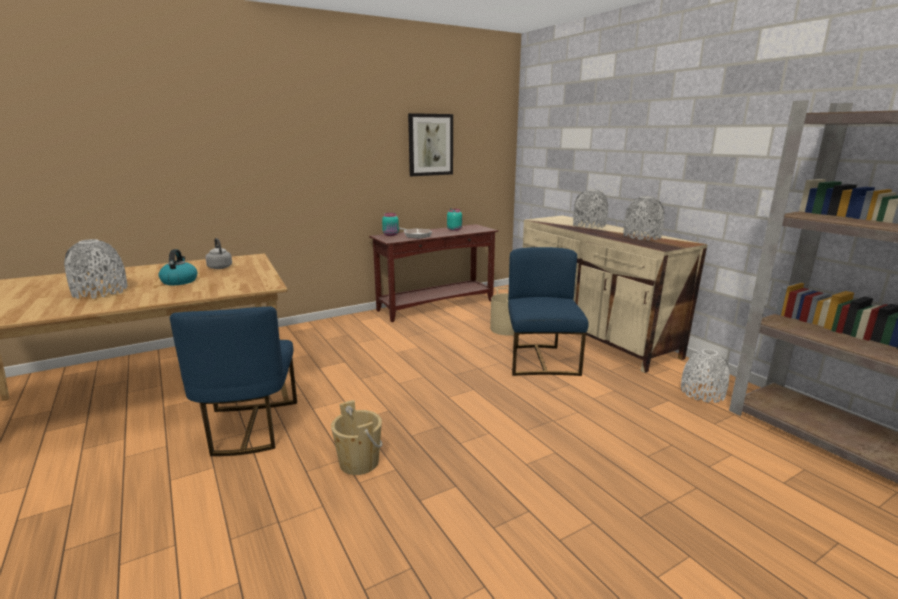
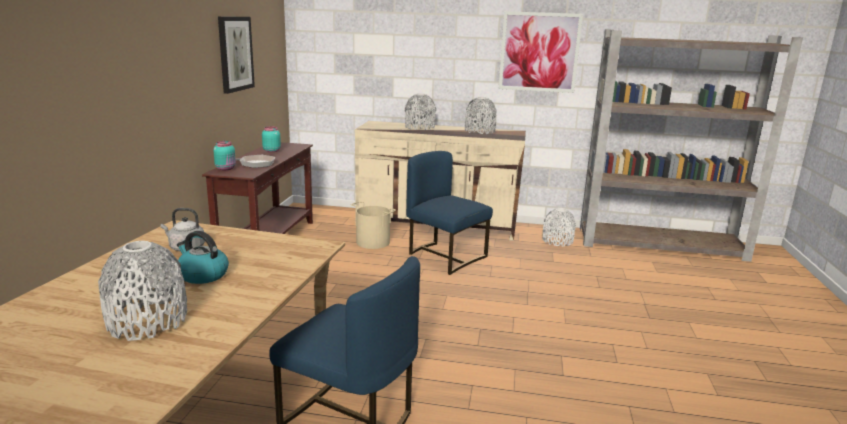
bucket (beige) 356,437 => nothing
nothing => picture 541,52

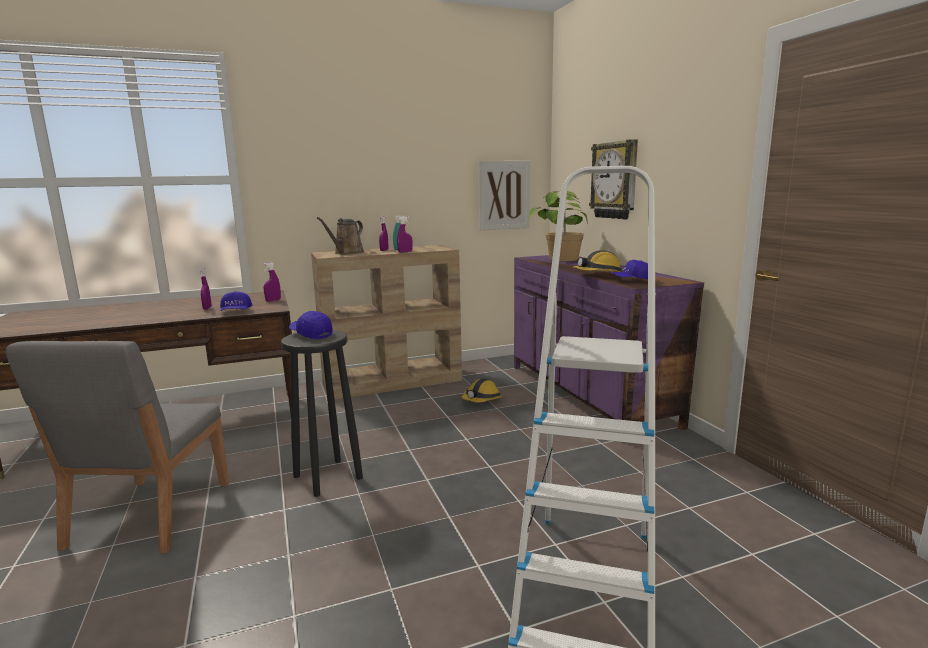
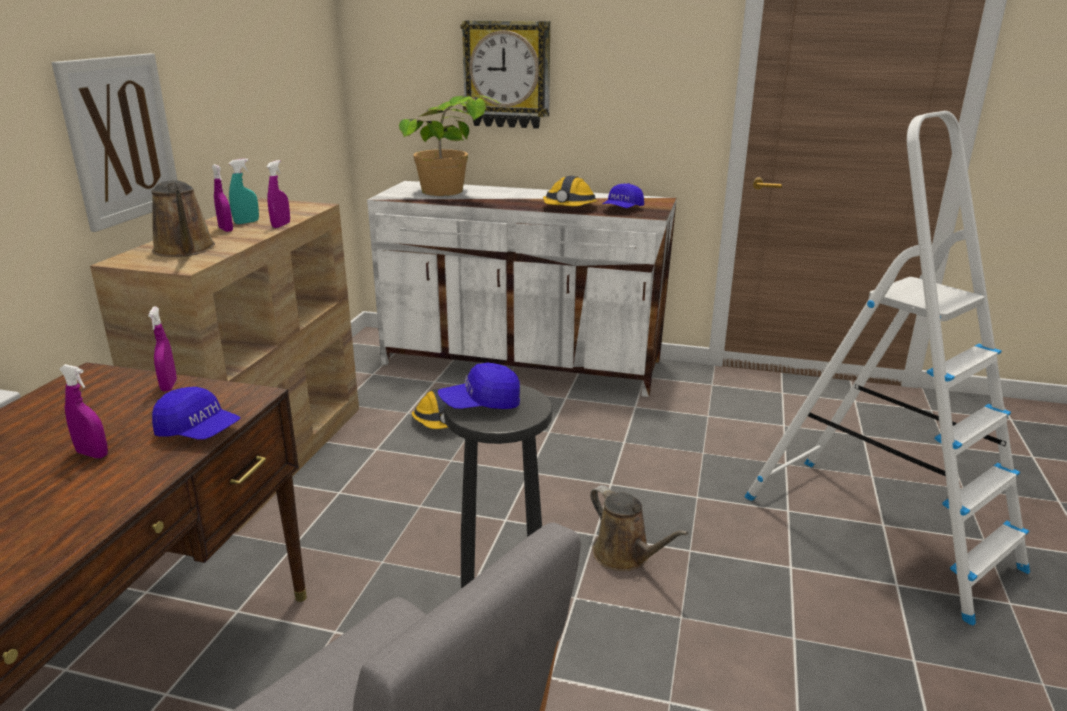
nothing => watering can (brown) 639,528
picture 504,195 => picture 114,142, relocated
cabinet (purple) 609,349 => cabinet (white) 521,289

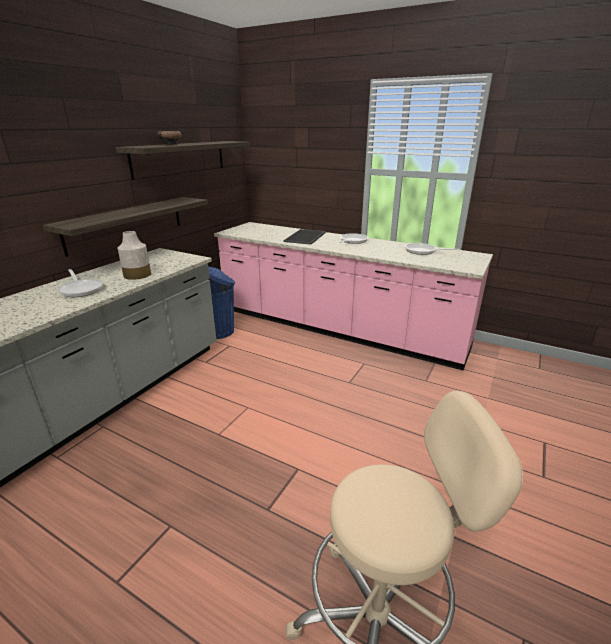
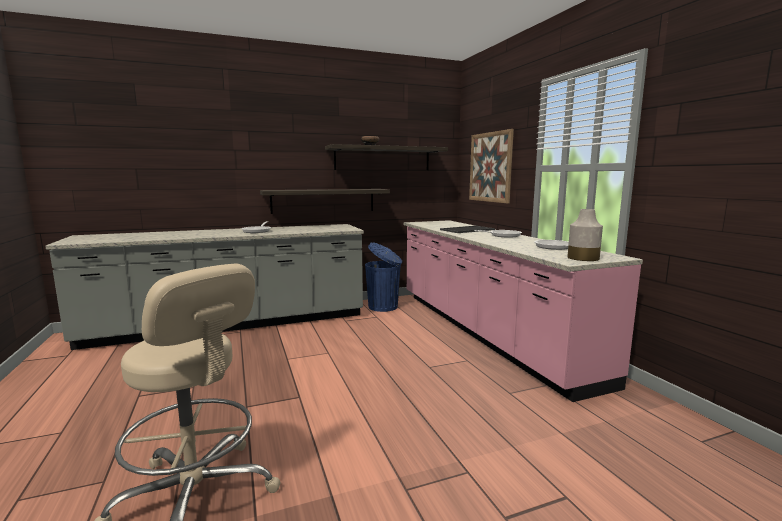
nothing => picture 491,166
vase (beige) 134,255 => vase (beige) 585,235, relocated

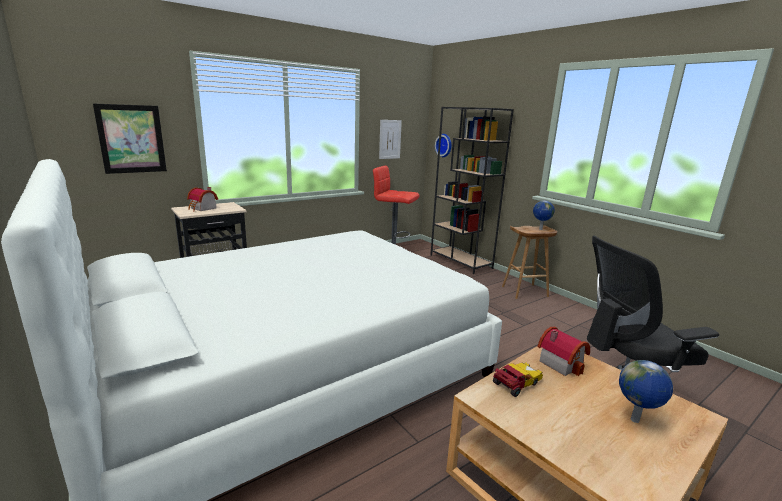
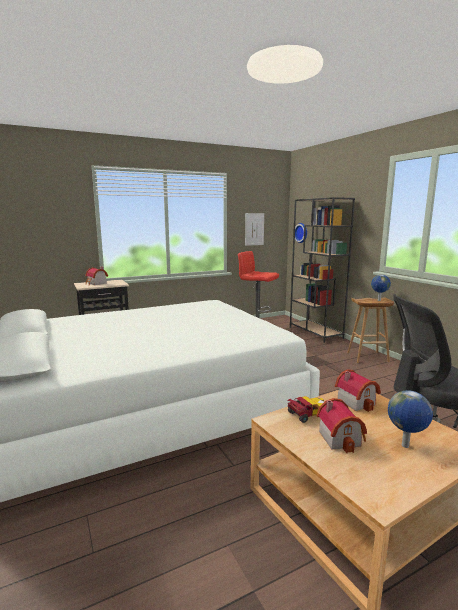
picture 130,138 => nothing
nothing => toy house 341,425

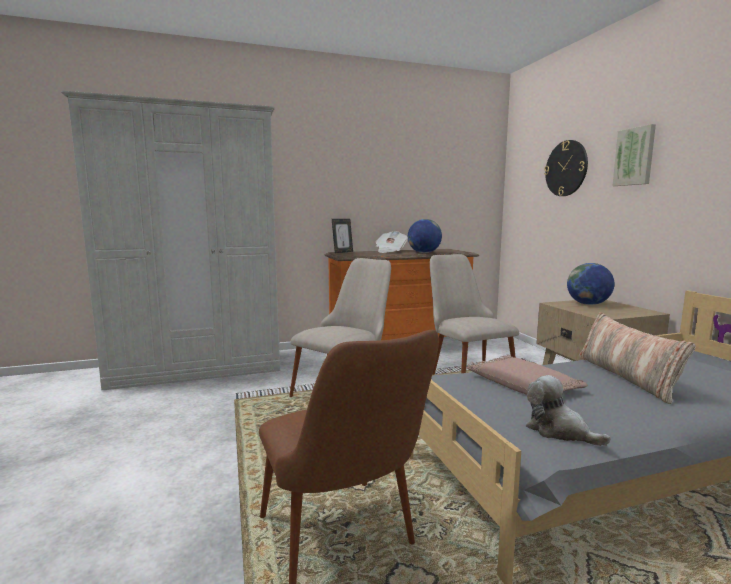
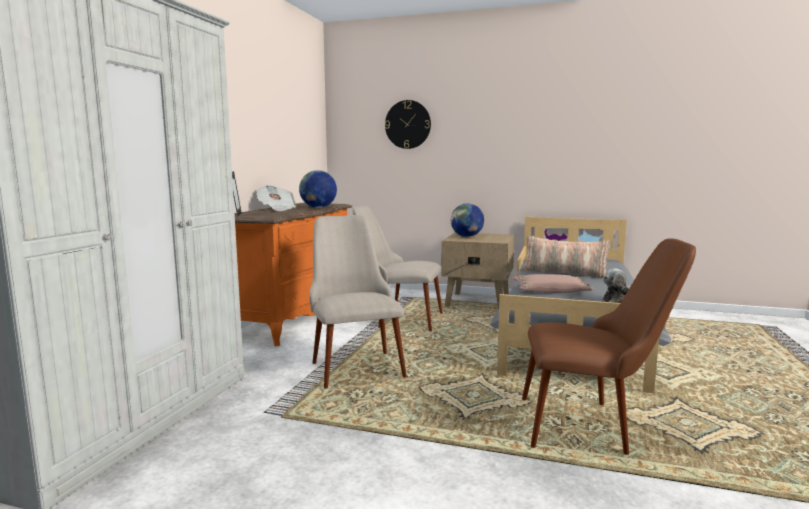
picture 634,155 => nothing

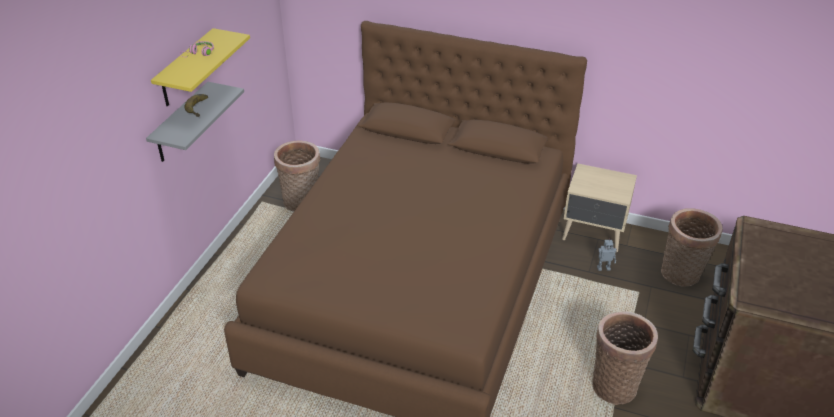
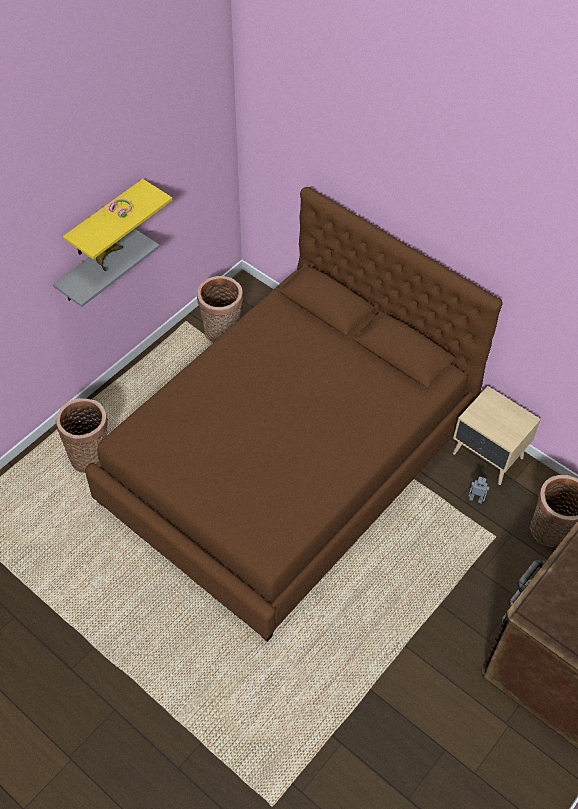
basket 625,358 => basket 82,435, relocated

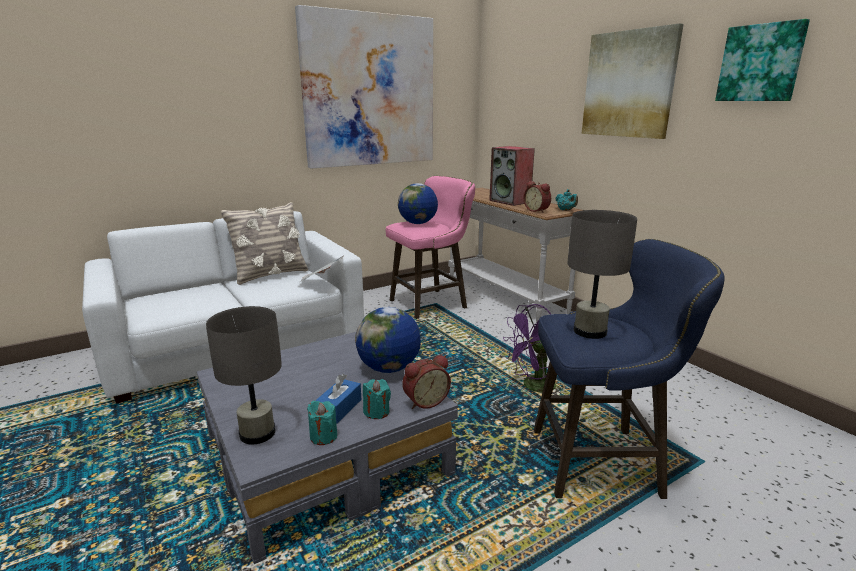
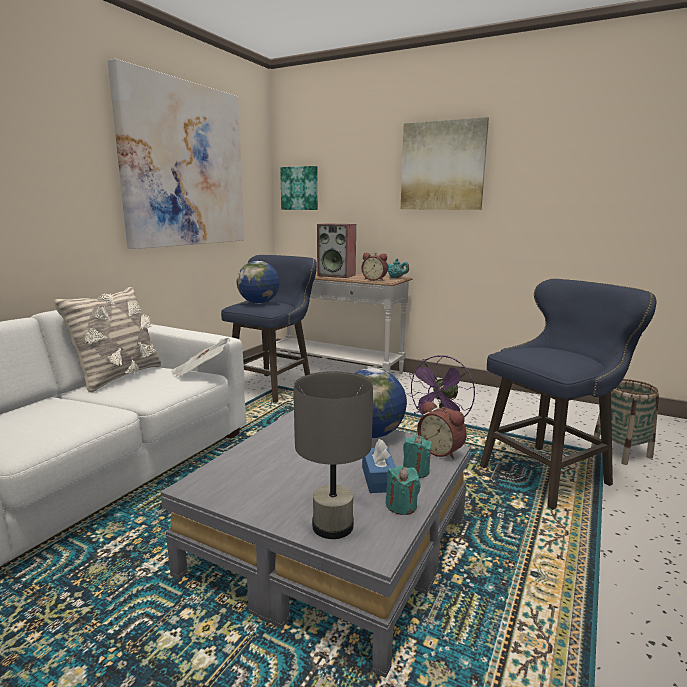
table lamp (grey) 602,274 => nothing
nothing => basket 625,422
picture 762,60 => picture 299,188, relocated
stool (pink) 430,247 => stool (blue) 269,329
alarm clock 426,382 => alarm clock 442,430, 105 degrees clockwise

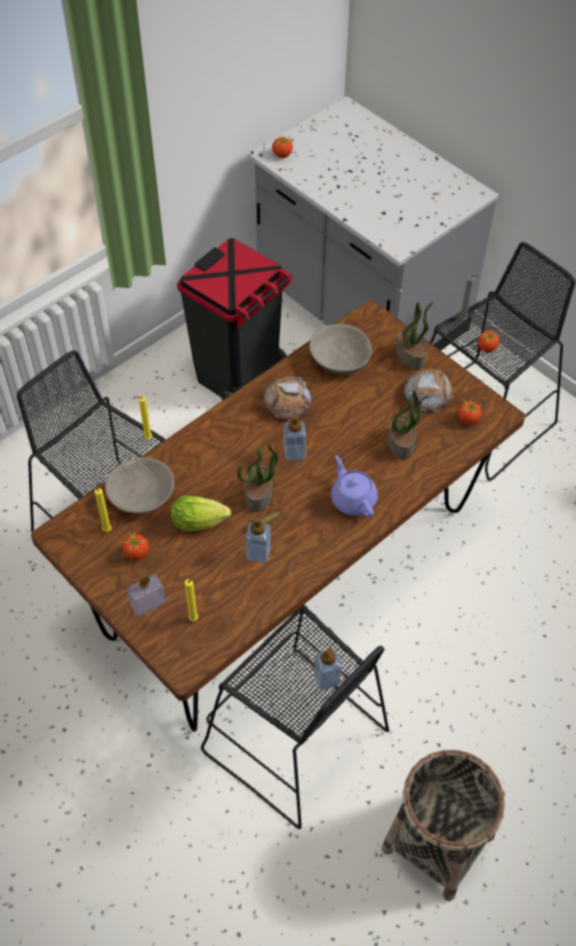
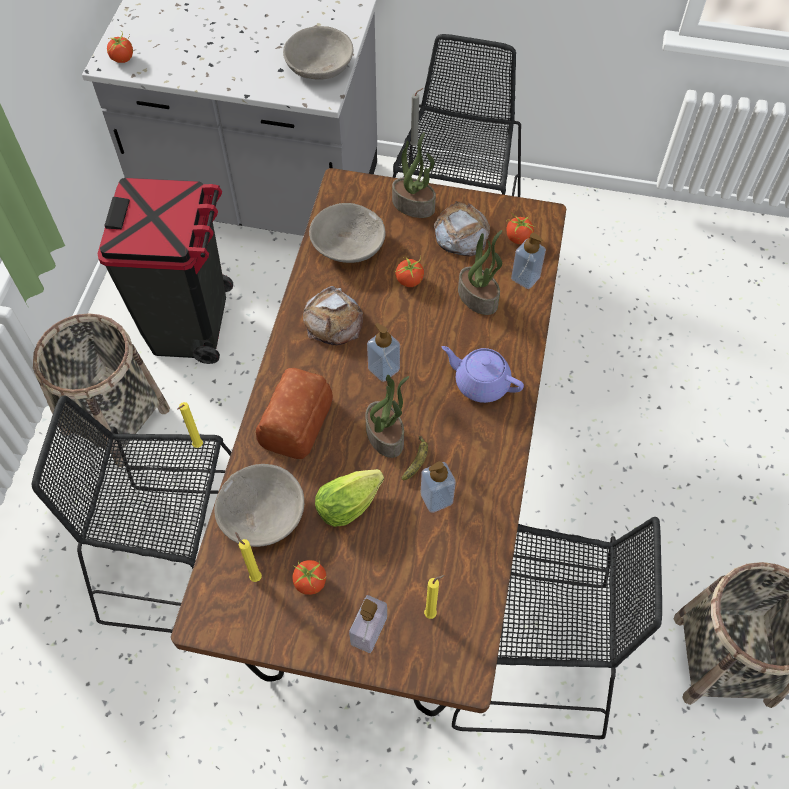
nothing => basket 101,390
nothing => bread 294,413
nothing => bowl (grey) 318,53
soap dispenser 328,669 => soap dispenser 528,261, relocated
tomato 489,341 => tomato 409,271, relocated

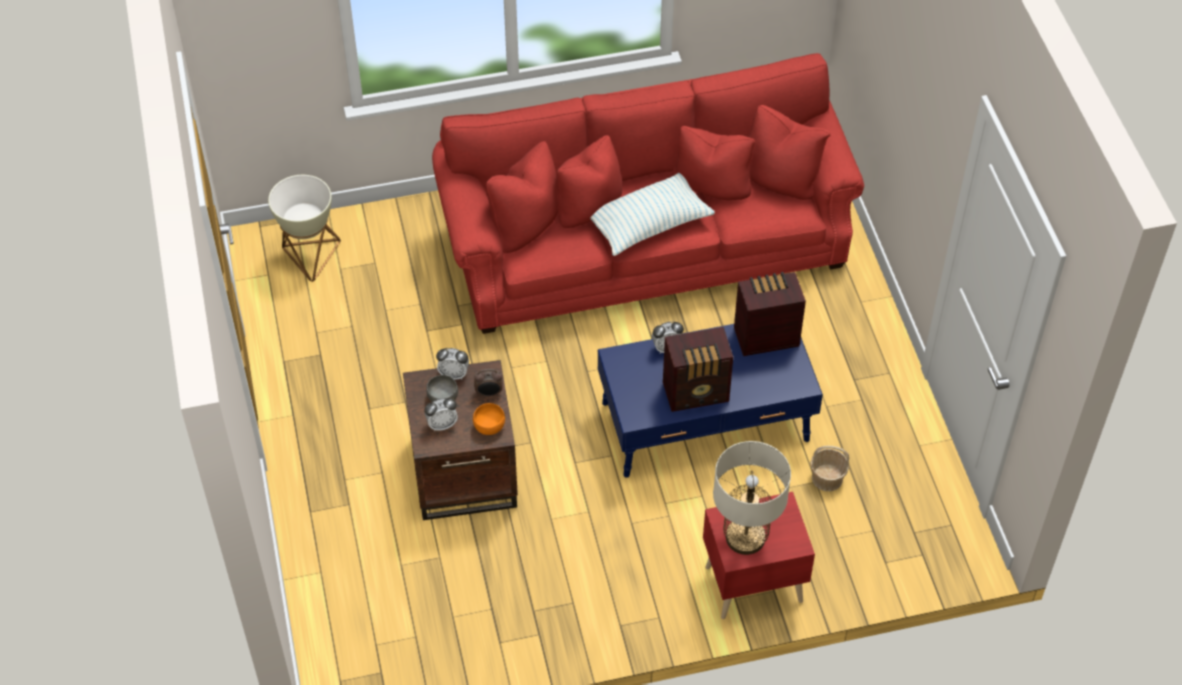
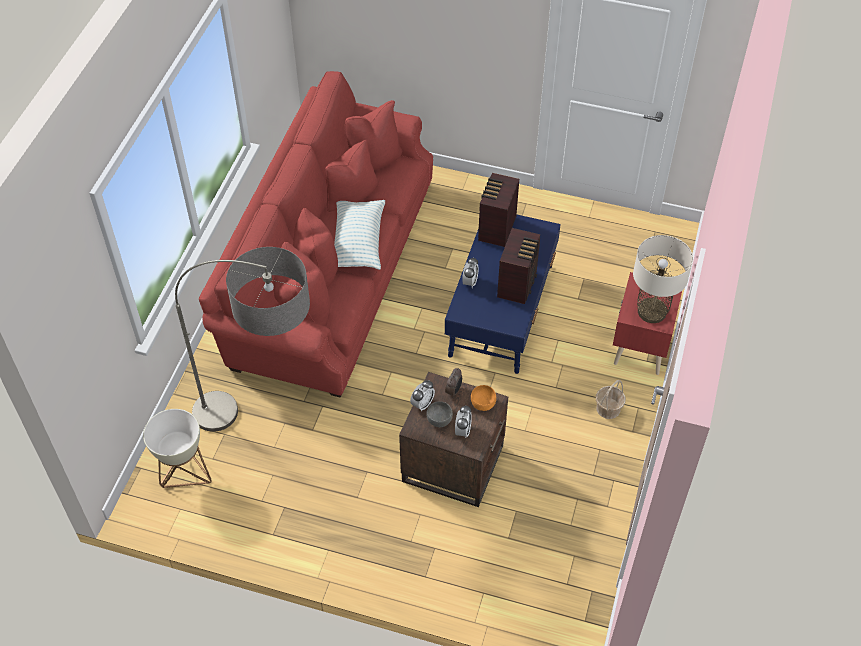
nothing => floor lamp 242,339
basket 829,468 => basket 611,399, relocated

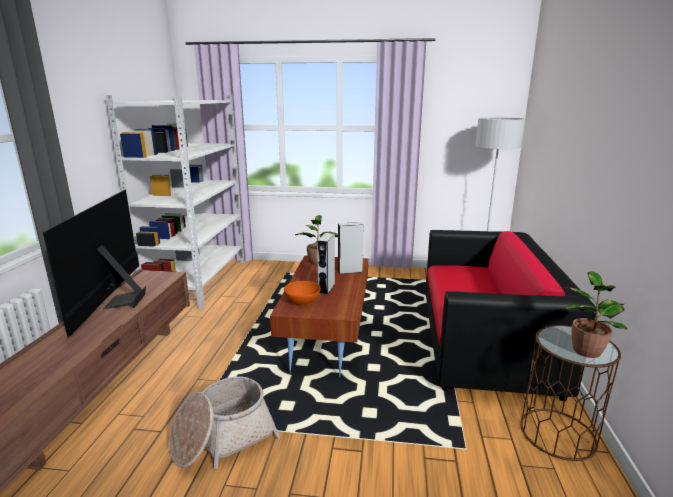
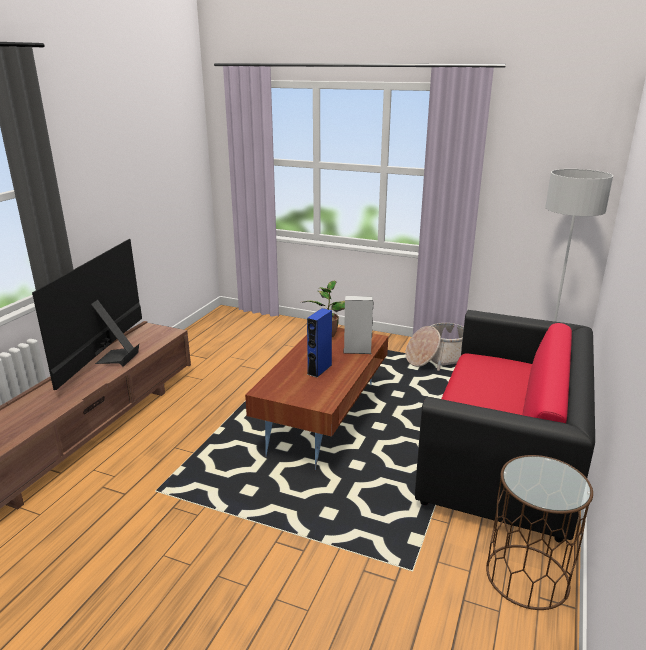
bookcase (white) 175,202 => nothing
bowl (orange) 302,293 => nothing
potted plant 595,314 => nothing
basket 225,422 => basket 434,347, relocated
speaker (grey) 326,264 => speaker (blue) 319,343

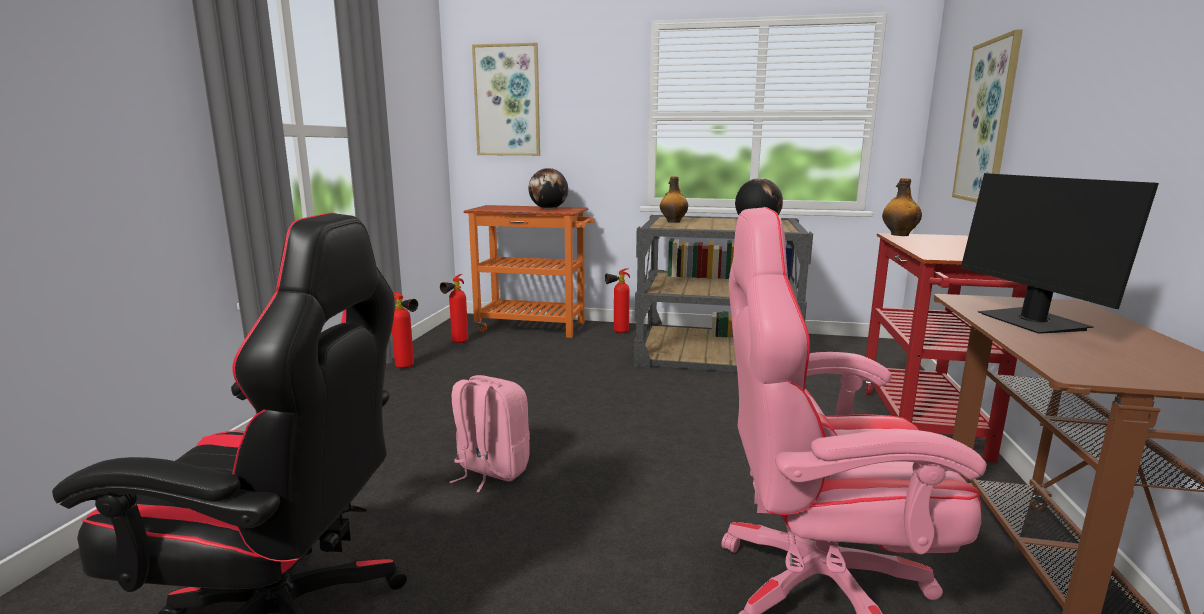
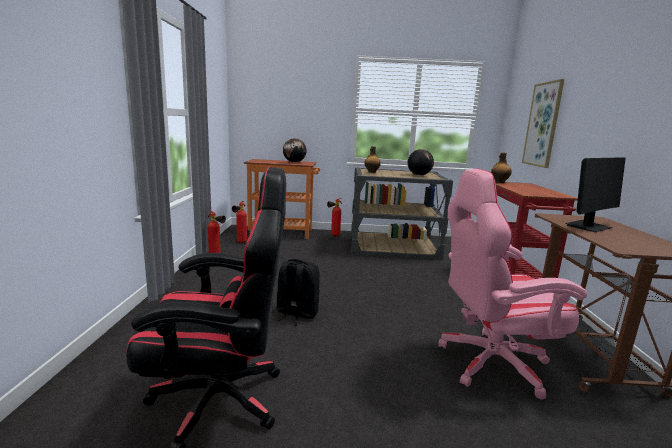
picture 506,99 => nothing
backpack (pink) 489,433 => backpack (black) 298,292
monitor 1060,253 => monitor 595,194, 105 degrees counterclockwise

